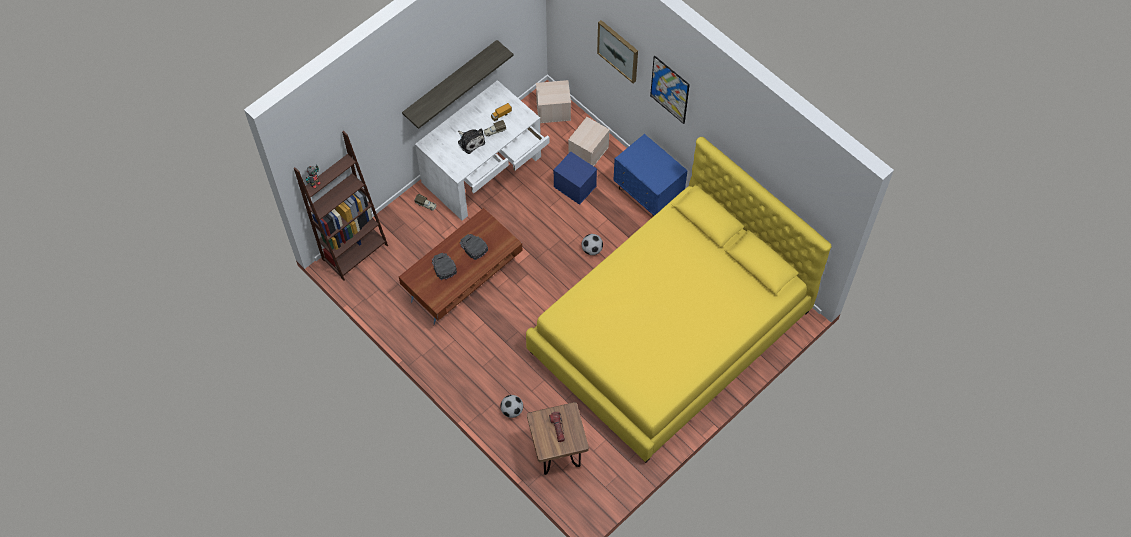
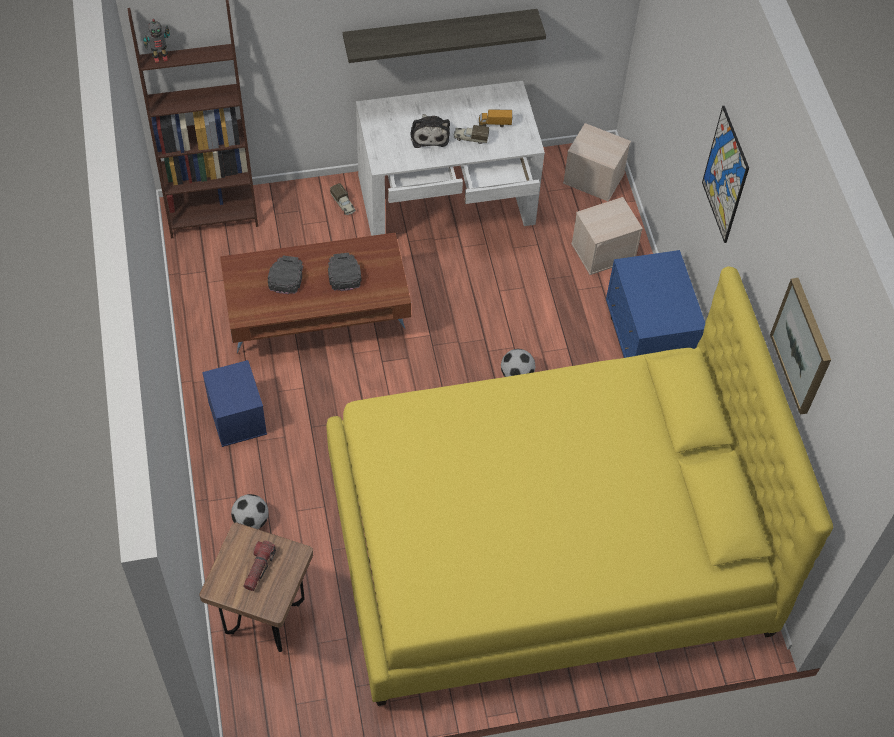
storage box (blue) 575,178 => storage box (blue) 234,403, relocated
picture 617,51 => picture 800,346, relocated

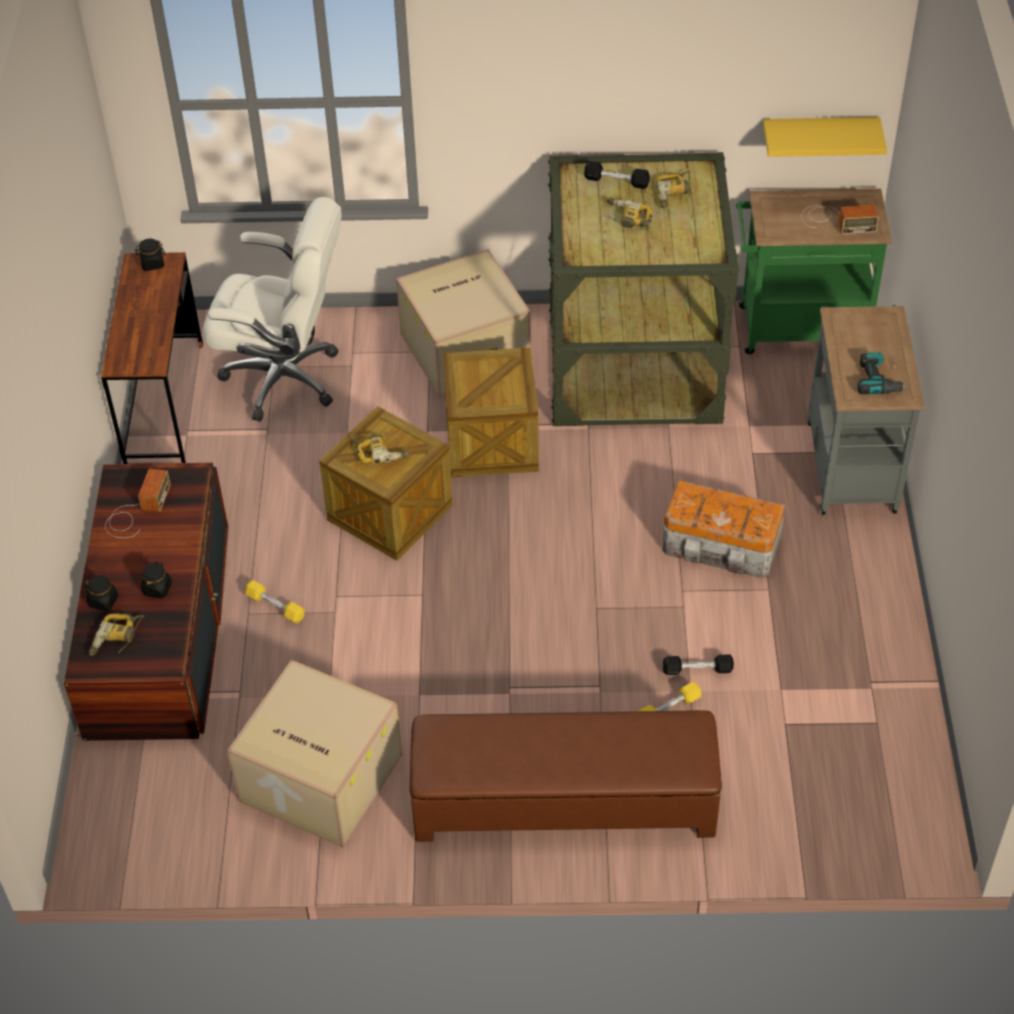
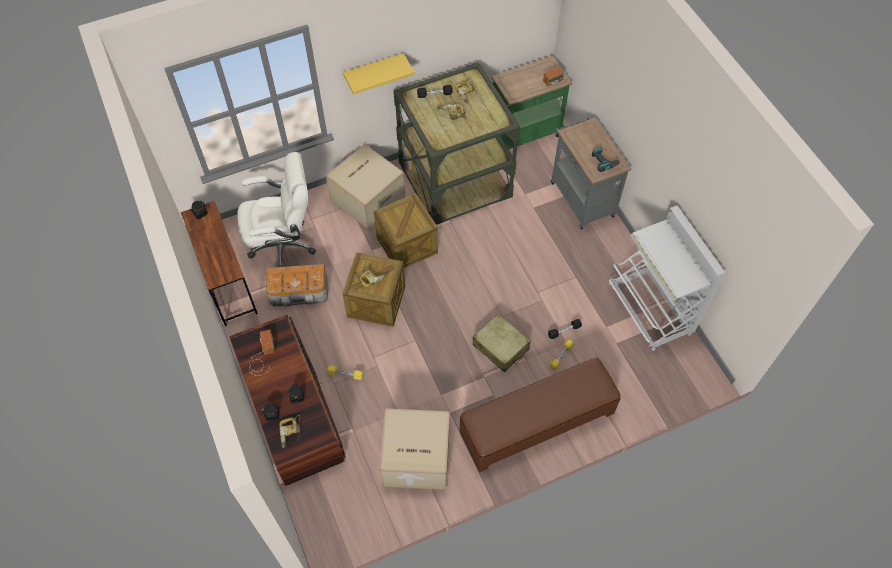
nothing => suitcase (beige) 502,343
nothing => shoe rack (white) 667,278
storage box 723,529 => storage box 297,285, relocated
shelf (yellow) 825,137 => shelf (yellow) 379,73, relocated

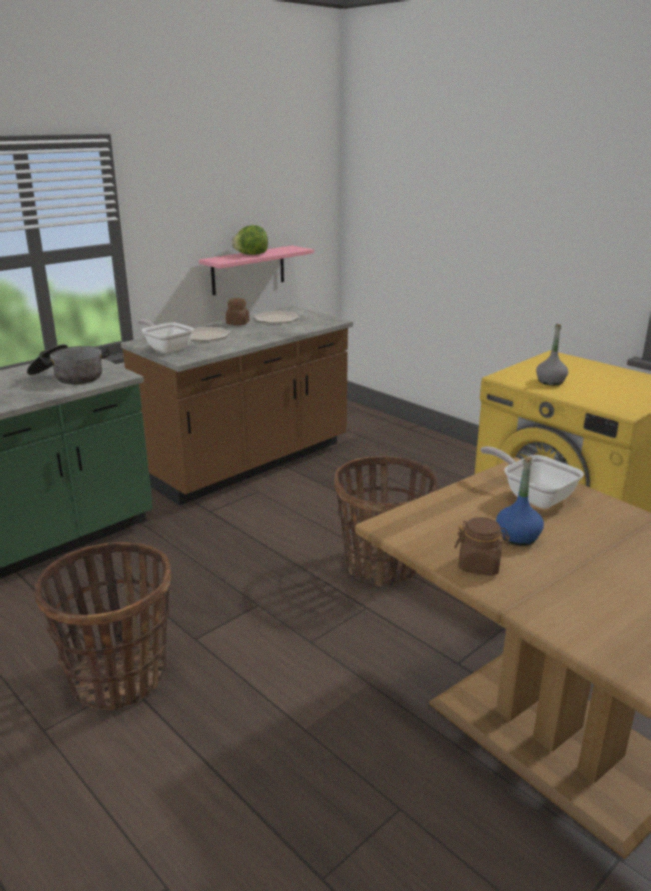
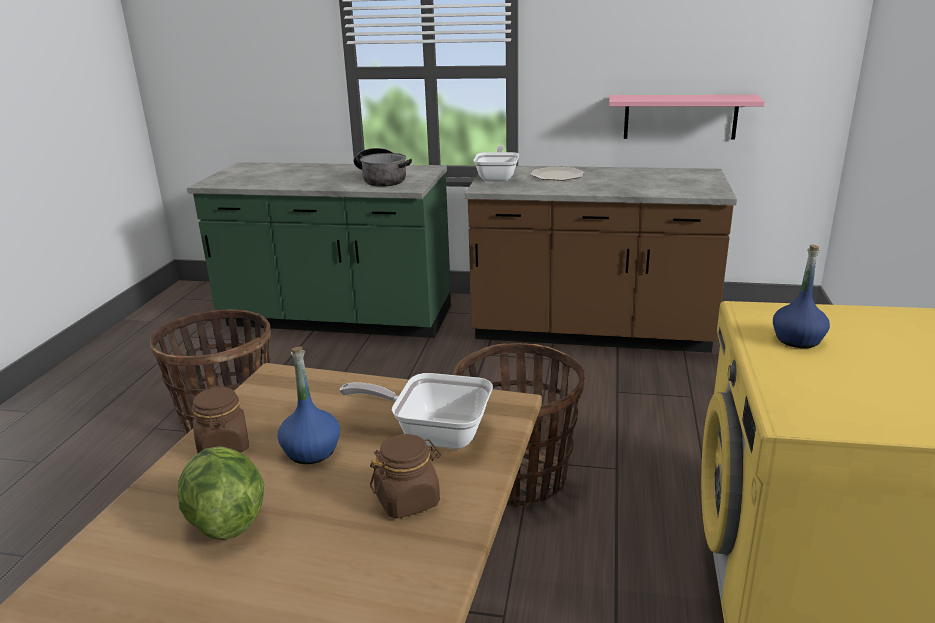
plate 276,317 => nothing
jar (brown) 237,311 => jar (brown) 405,476, relocated
lettuce 250,240 => lettuce 221,493, relocated
bottle (grey) 552,354 => bottle (blue) 801,296
frying pan 532,477 => frying pan 416,411, 90 degrees counterclockwise

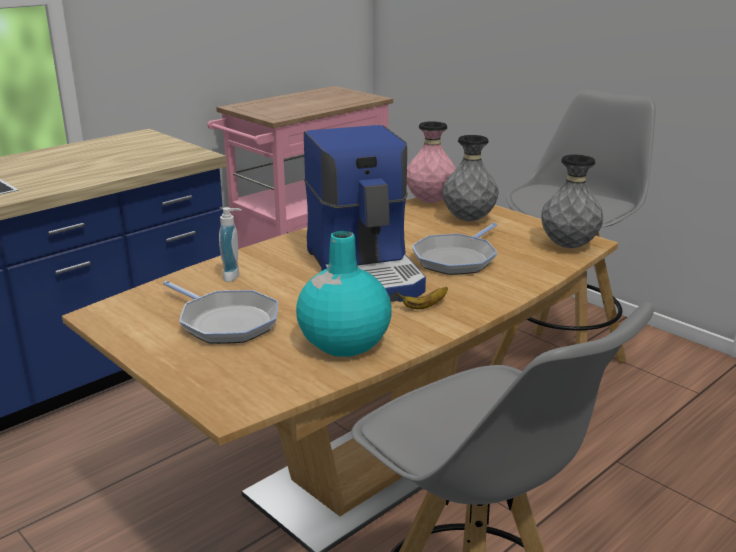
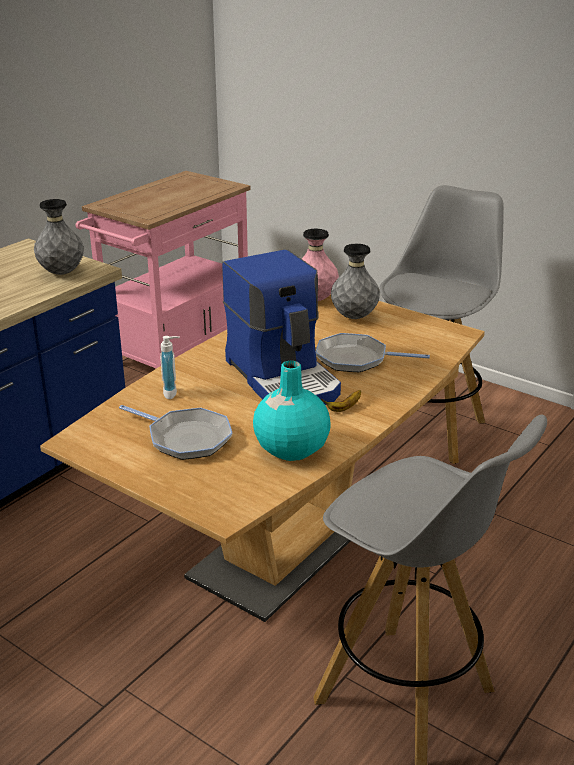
vase (grey) 572,201 => vase (grey) 59,237, relocated
frying pan 455,249 => frying pan 373,352, 75 degrees clockwise

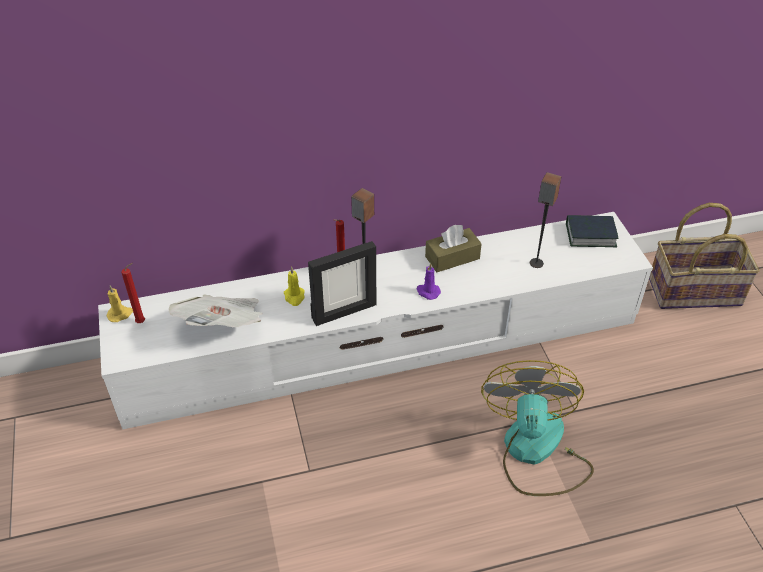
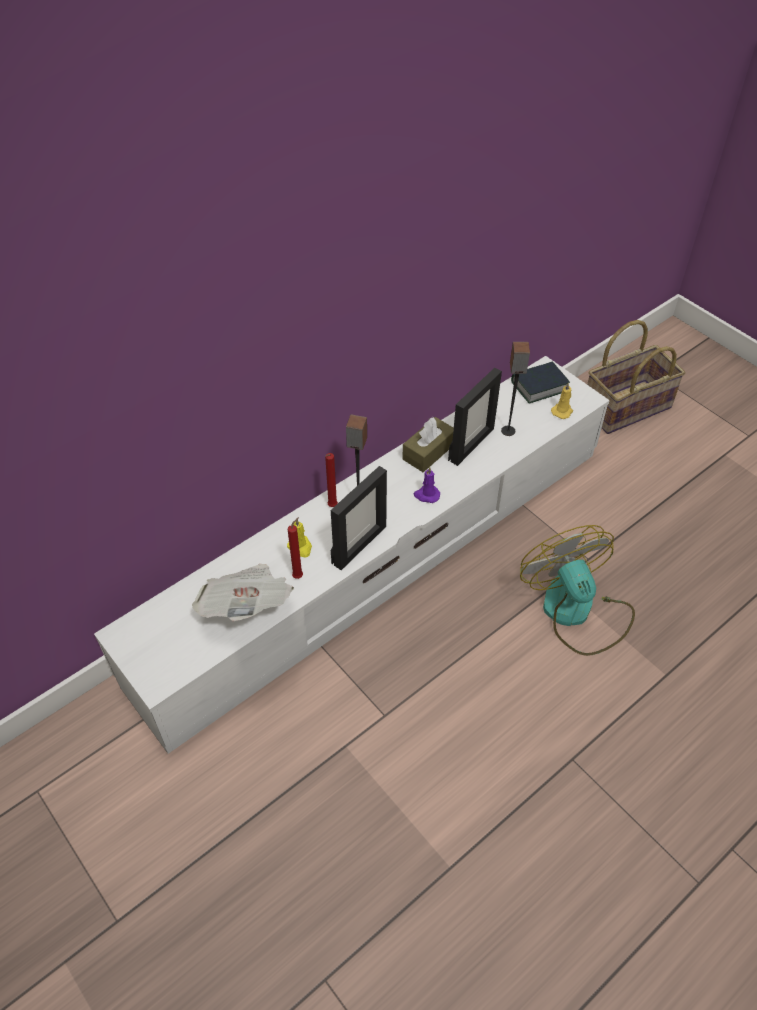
nothing => picture frame 475,416
candle (yellow) 120,303 => candle (yellow) 562,400, relocated
candle (red) 133,293 => candle (red) 295,548, relocated

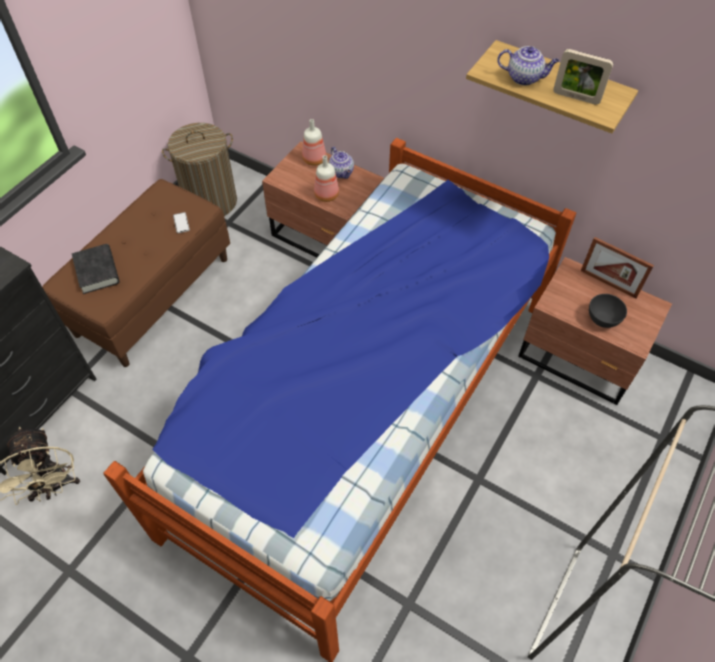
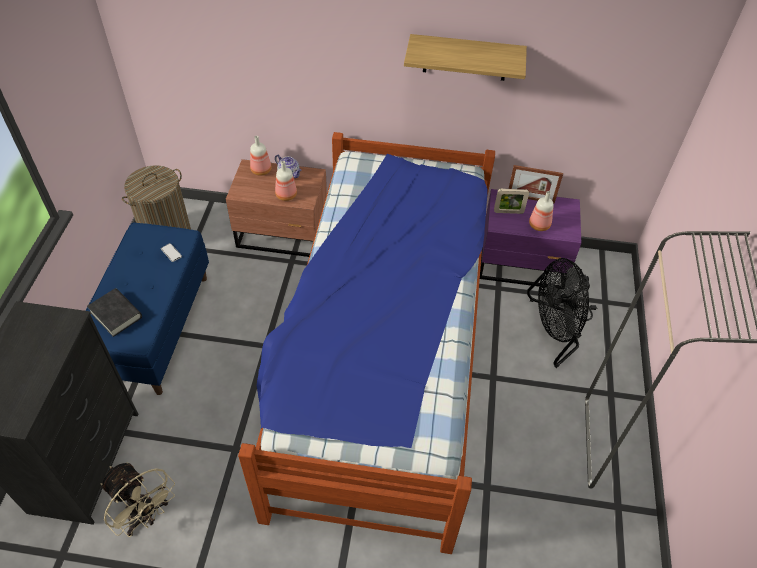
teapot 528,65 => nothing
nothing => fan (black) 562,313
picture frame 583,77 => picture frame 511,201, relocated
bowl (grey) 608,311 => bottle 541,211
bench (brown) 136,273 => bench (blue) 147,309
nightstand (brown) 595,331 => nightstand (purple) 530,238

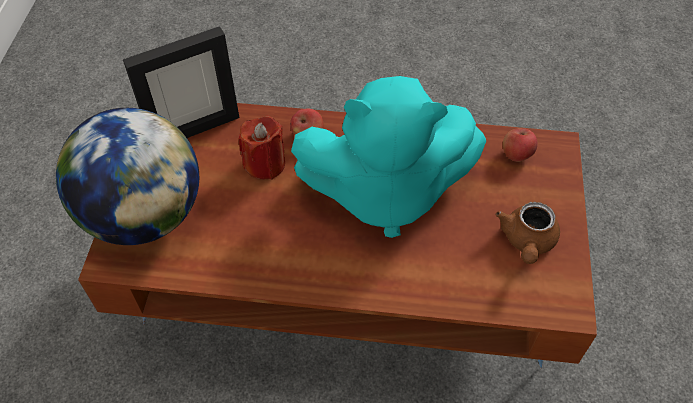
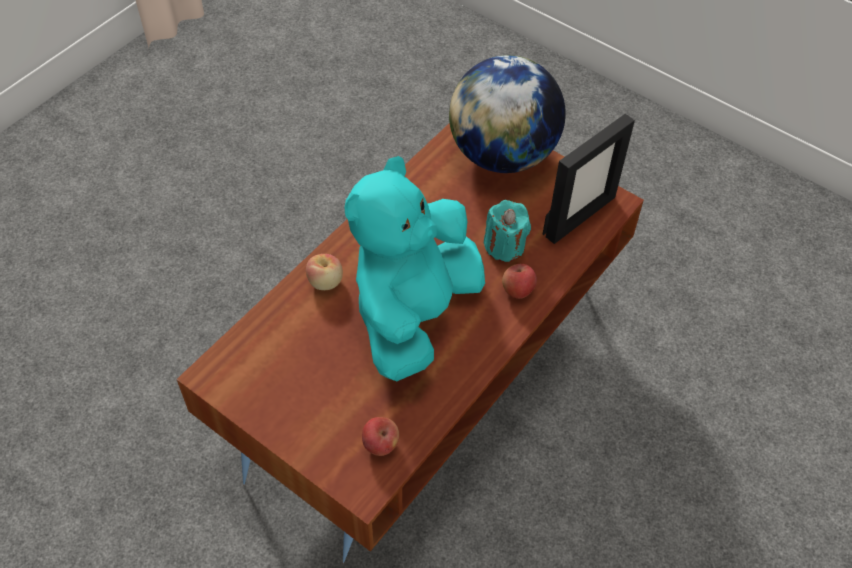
teapot (brown) 527,232 => nothing
nothing => apple 324,272
candle (red) 261,147 => candle (turquoise) 507,231
picture frame 181,82 => picture frame 588,179, 135 degrees counterclockwise

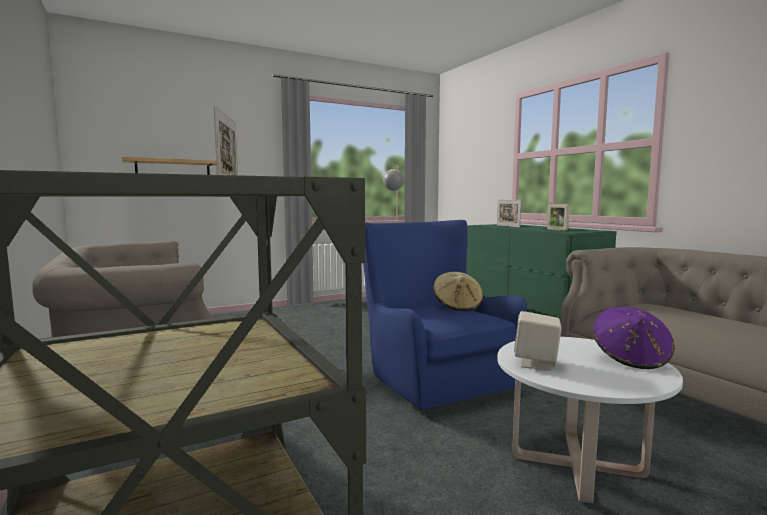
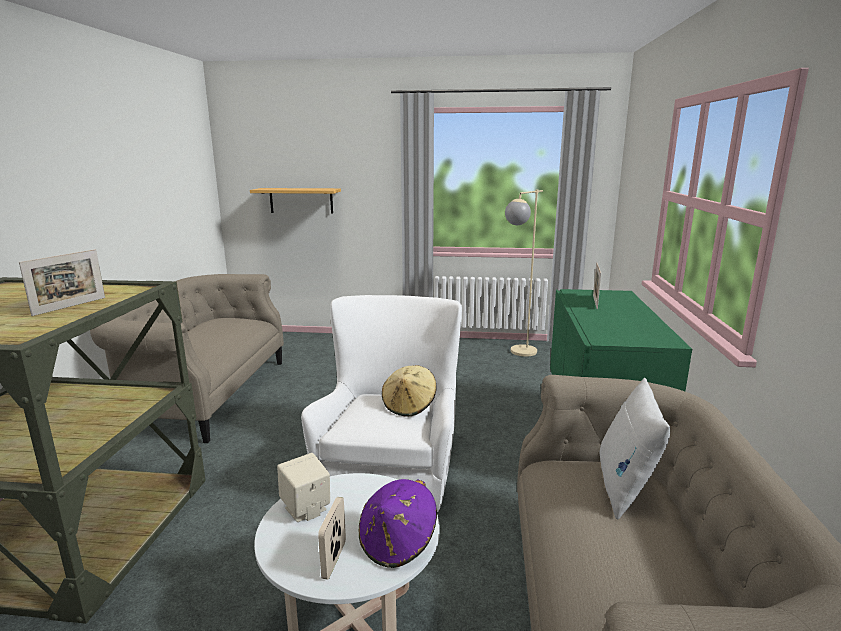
nothing => pillow (grey) 635,448
picture frame 558,217 => picture frame 332,538, relocated
armchair (blue) 445,314 => armchair (white) 381,403

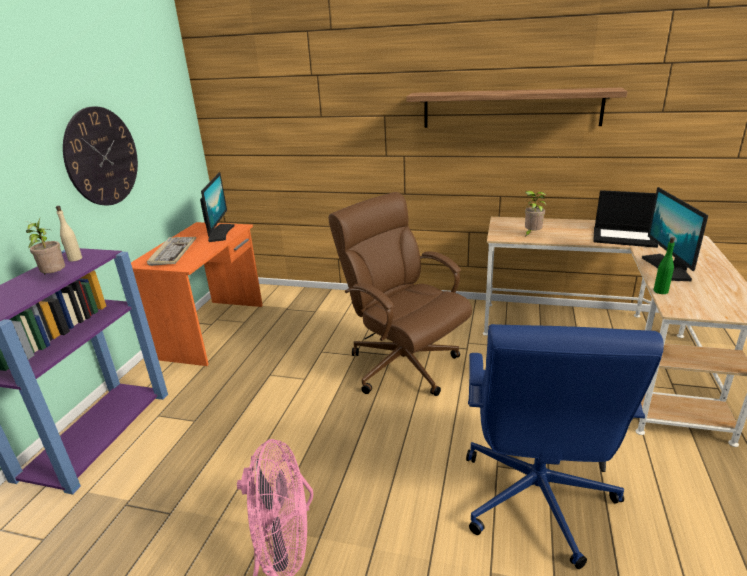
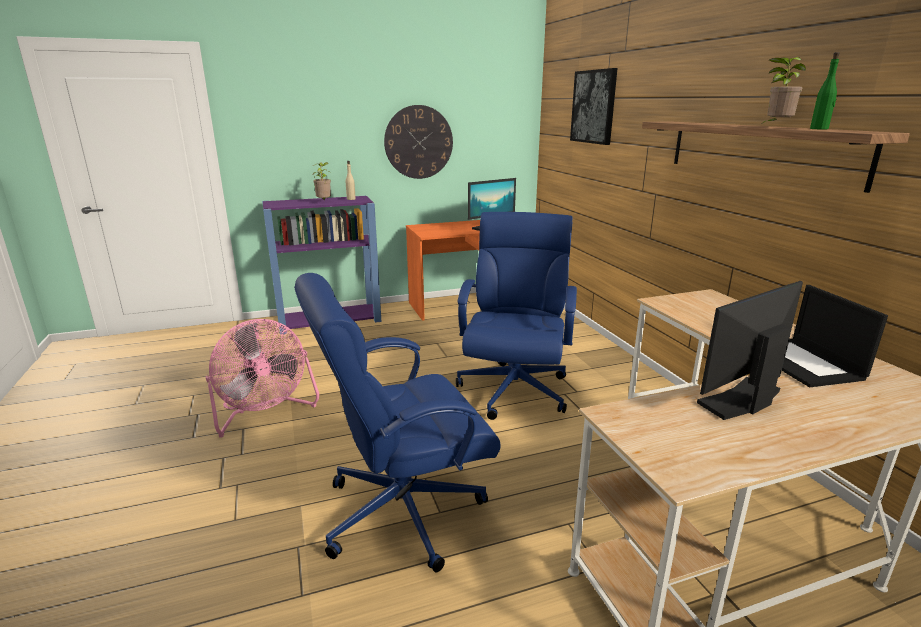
keyboard 171,251 => nothing
nothing => picture 593,106
potted plant 535,214 => potted plant 783,91, relocated
bottle (green) 664,265 => bottle (green) 825,90, relocated
office chair (brown) 400,294 => office chair (blue) 516,316

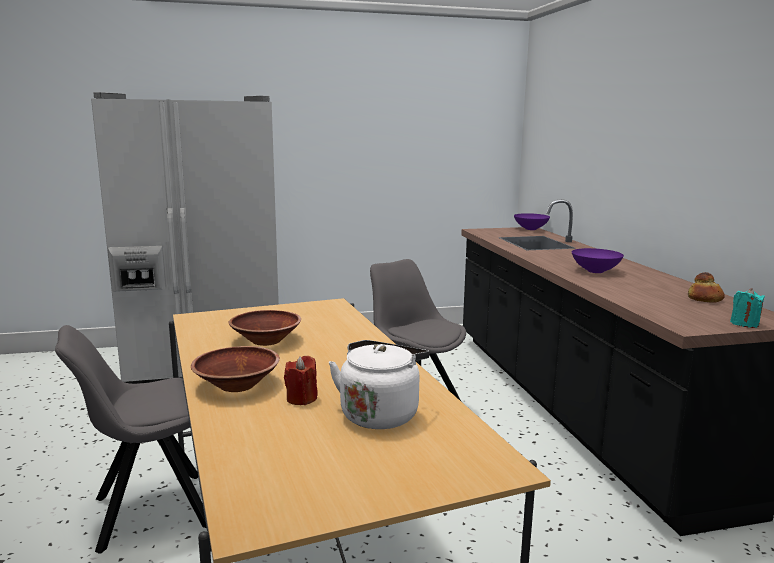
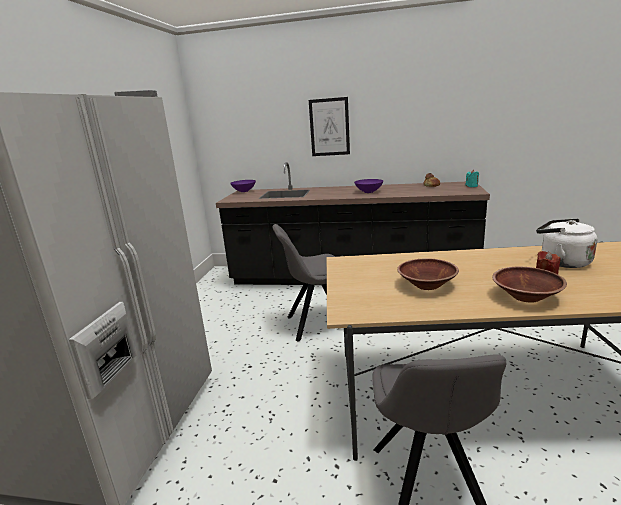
nothing => picture 329,126

